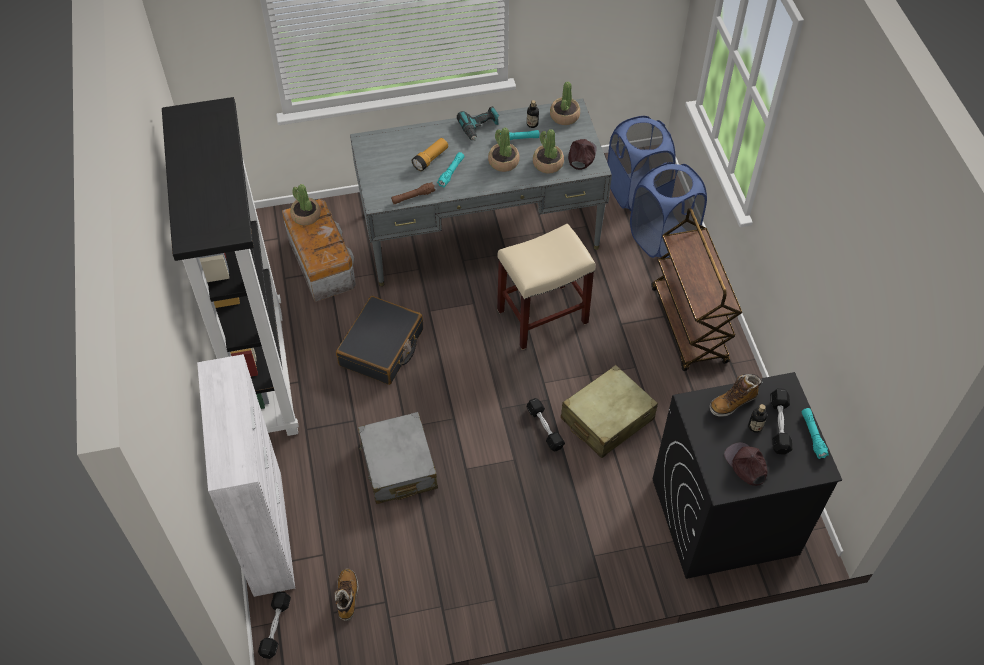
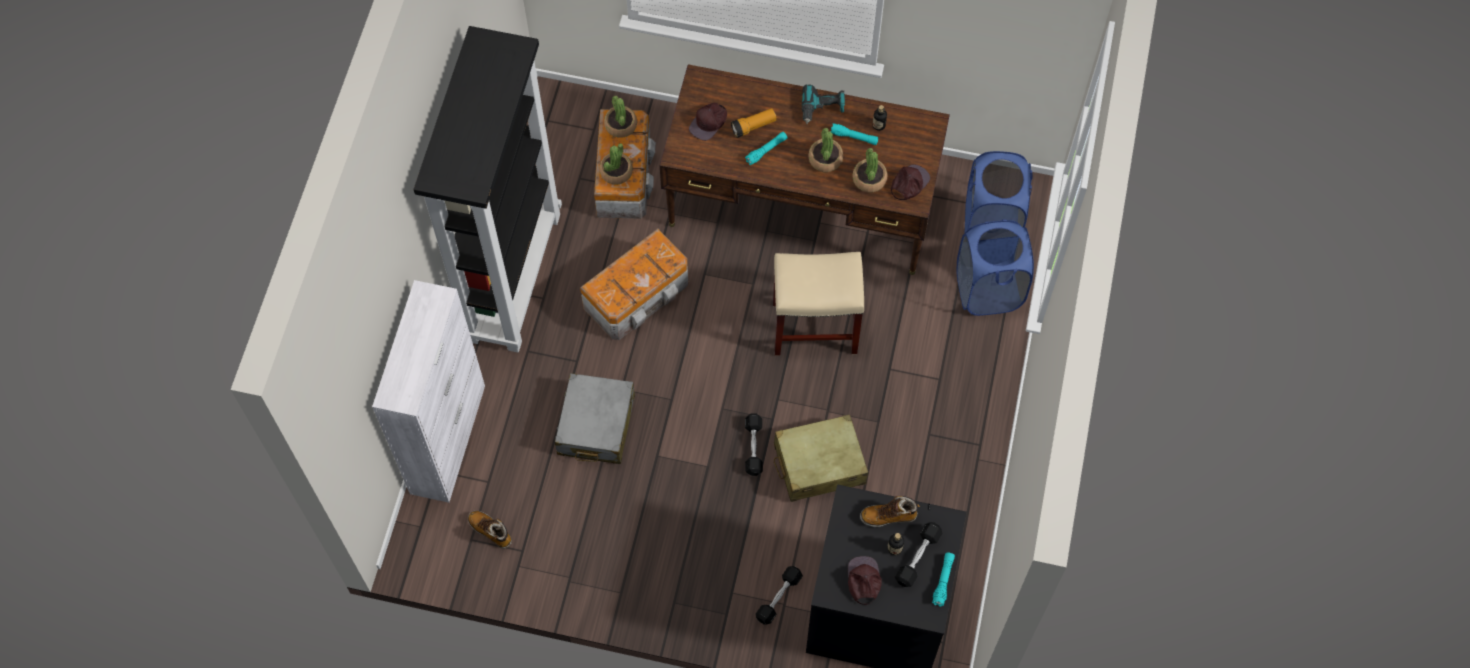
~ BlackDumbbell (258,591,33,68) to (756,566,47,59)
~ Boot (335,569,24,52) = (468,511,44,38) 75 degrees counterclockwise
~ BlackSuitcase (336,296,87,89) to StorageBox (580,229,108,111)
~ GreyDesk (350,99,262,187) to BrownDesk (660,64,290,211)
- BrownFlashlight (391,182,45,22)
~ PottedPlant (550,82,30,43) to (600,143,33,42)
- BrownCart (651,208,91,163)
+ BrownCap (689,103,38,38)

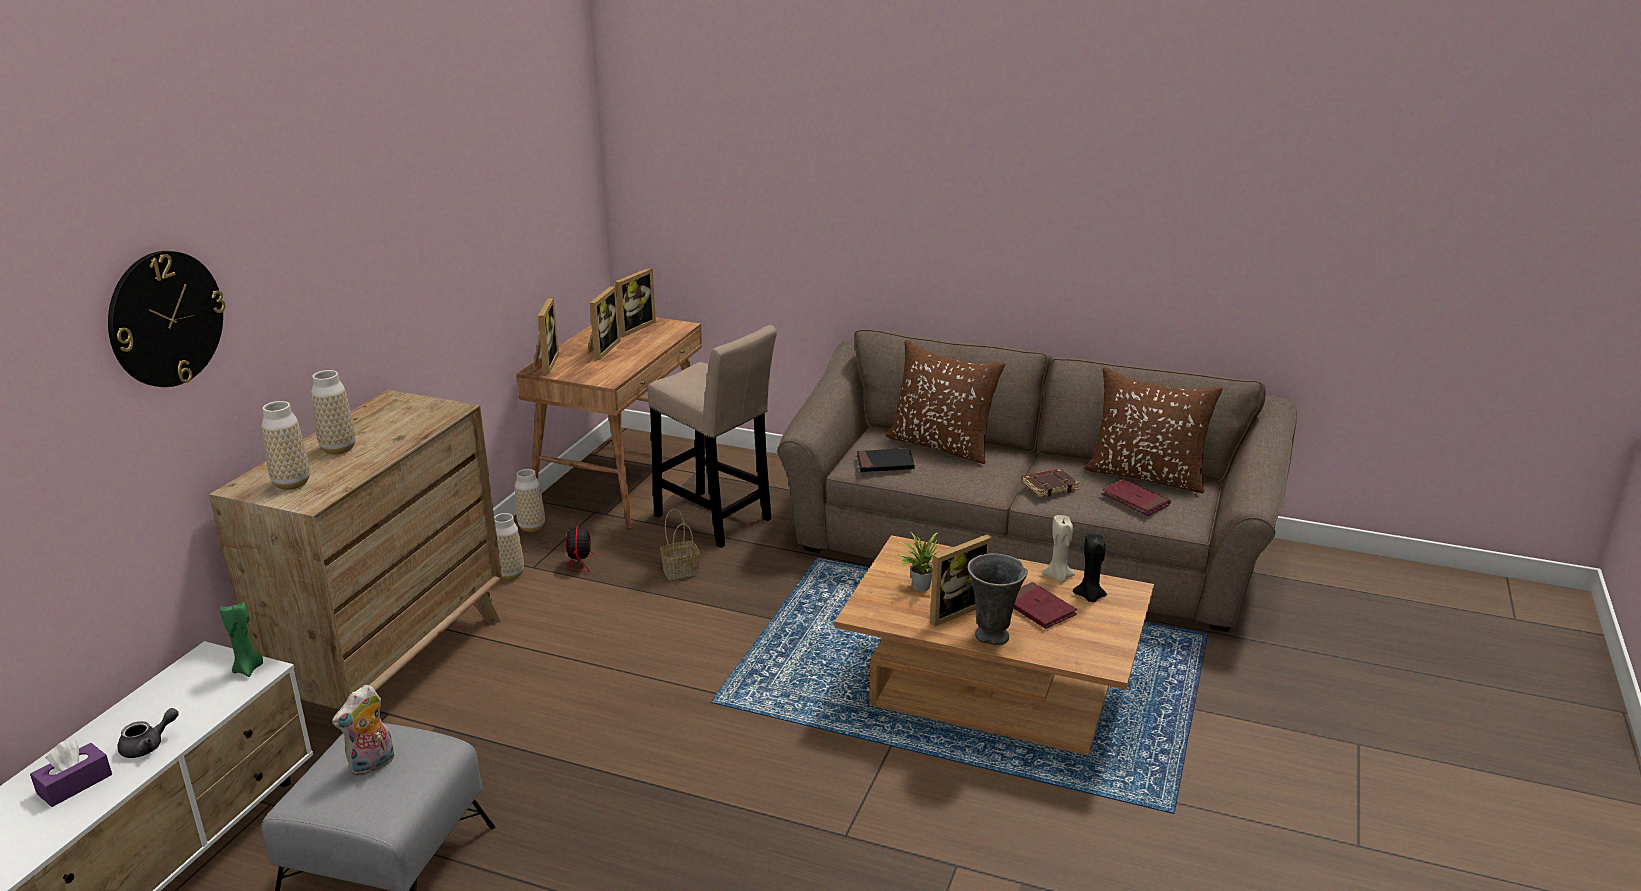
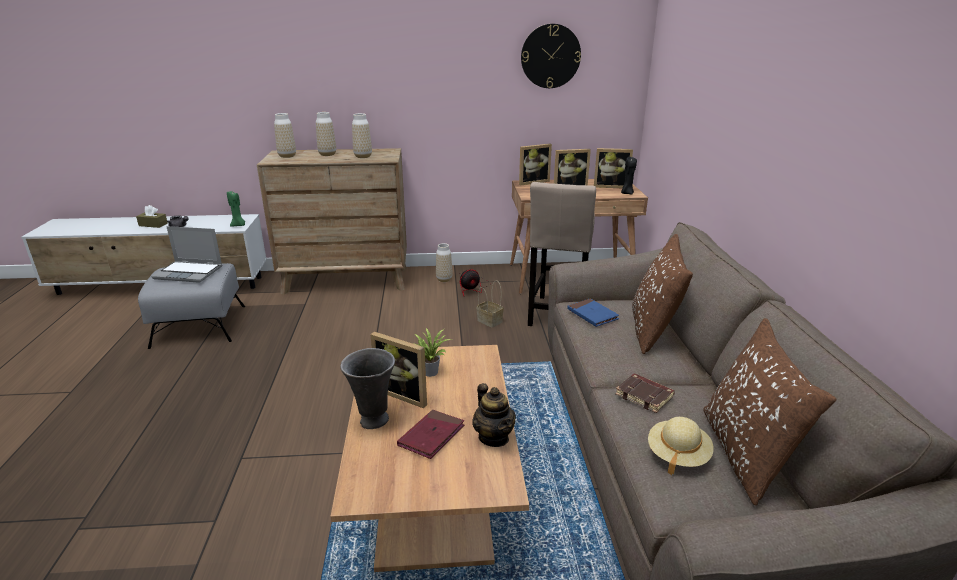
~ PurpleTissueBox (30,740,82,67) to BrownTissueBox (136,205,32,23)
~ WallClock (108,251,117,136) to (521,24,60,64)
~ PlushToy (332,685,62,91) to Laptop (151,226,71,57)
~ Vase (515,469,30,63) to (352,113,20,45)
~ BlackBook (857,448,58,24) to BlueBook (567,298,52,29)
~ BeigeCandle (1042,515,33,67) to Teapot (472,383,44,64)
~ BlackCandle (1073,533,34,69) to (621,157,16,38)
~ RedBook (1101,479,70,37) to BeigeHat (648,417,66,58)

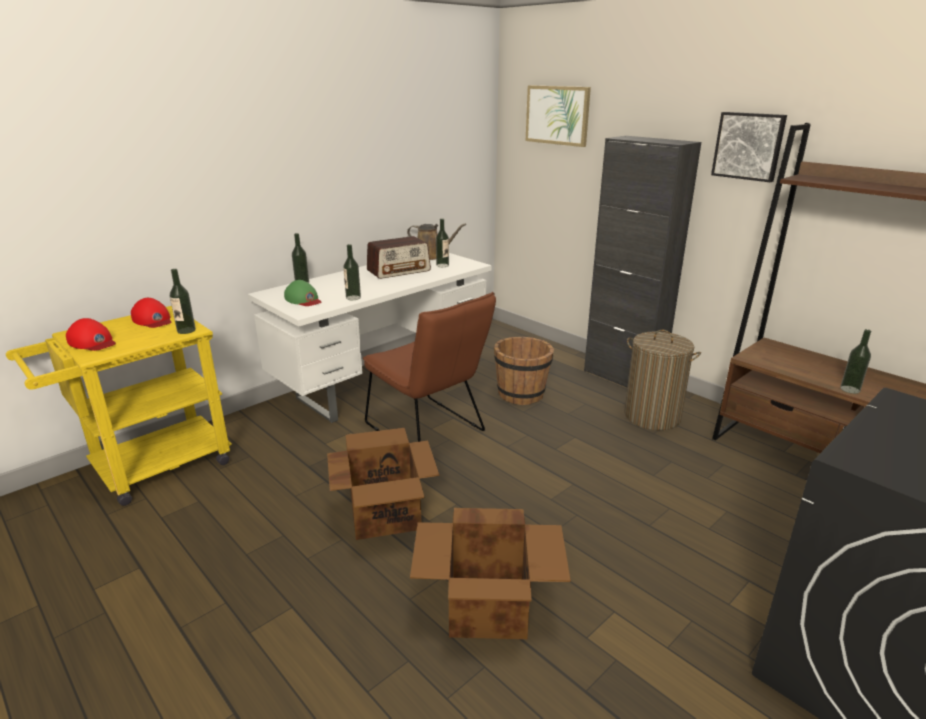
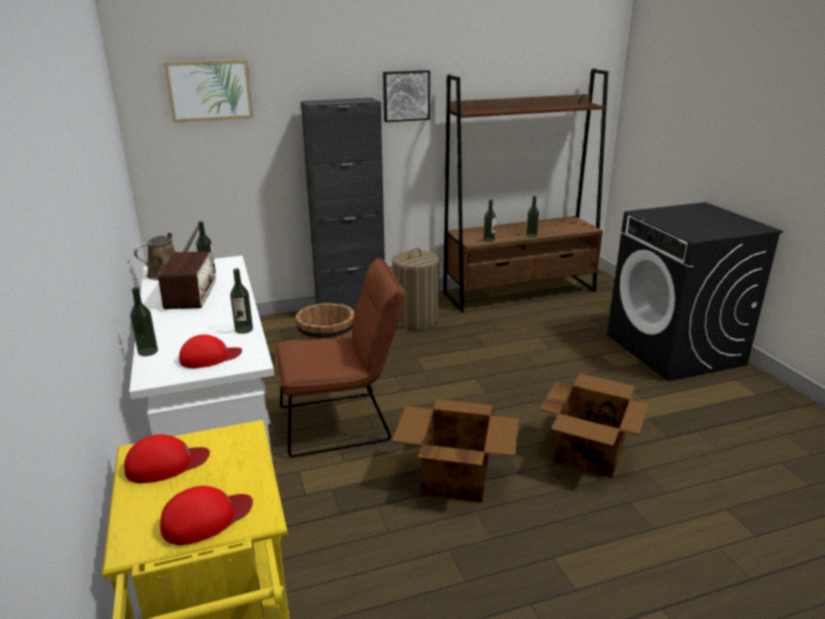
~ Bottle (170,269,26,65) to (483,199,13,43)
~ GreenCap (284,280,38,26) to RedCap (179,335,63,33)

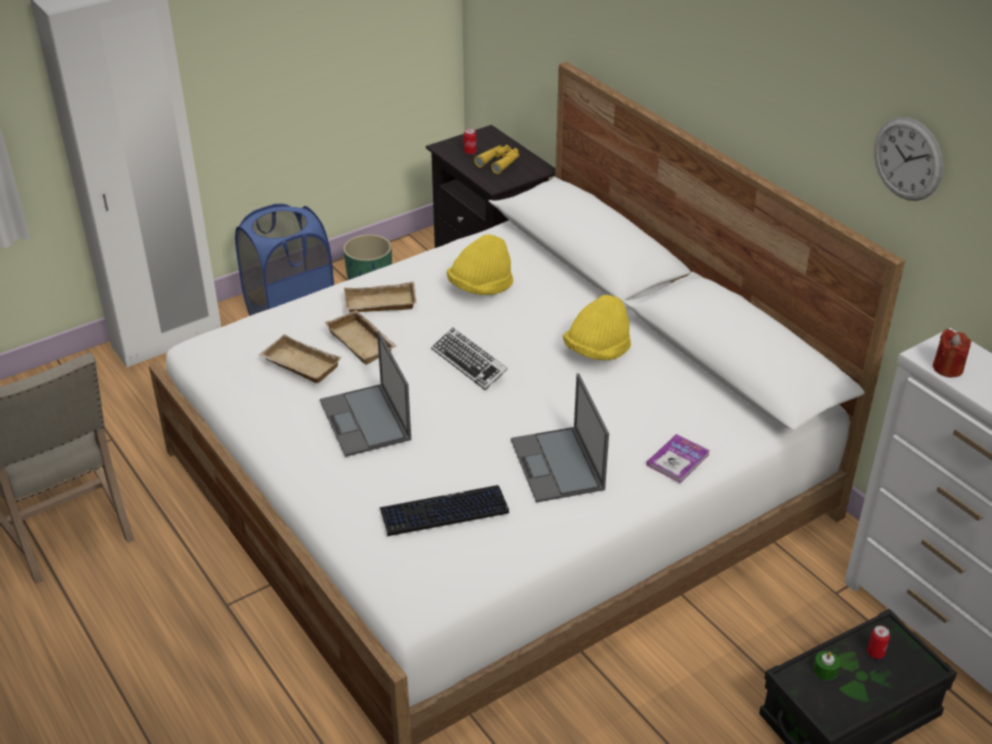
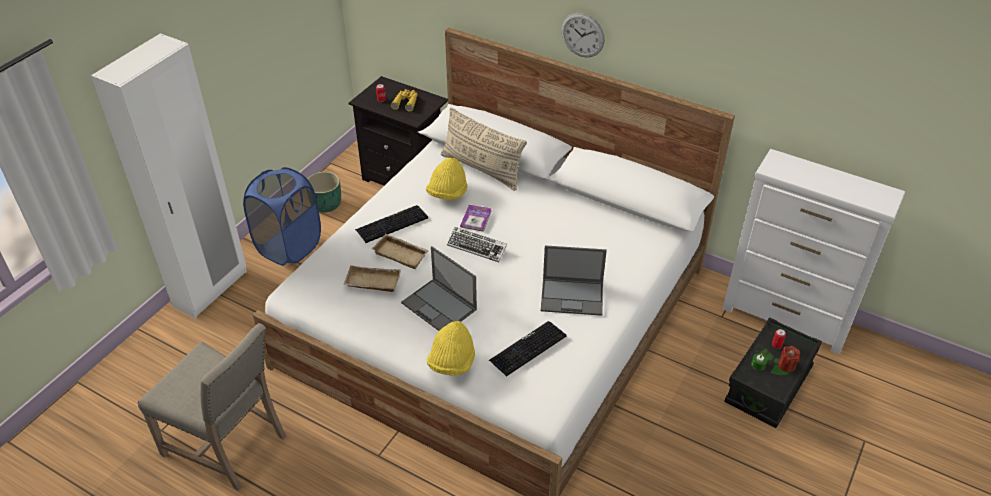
~ BeigeTray (344,281,72,31) to Keyboard (355,205,73,38)
~ Laptop (511,373,98,130) = (541,245,66,71) 45 degrees counterclockwise
~ YellowHat (563,295,68,65) to (427,321,48,55)
~ Book (646,434,64,49) to (460,205,32,27)
~ WallClock (874,117,69,84) to (561,13,44,45)
~ RedCandle (933,329,38,48) to (778,346,22,26)
+ BeigePillow (441,108,86,83)

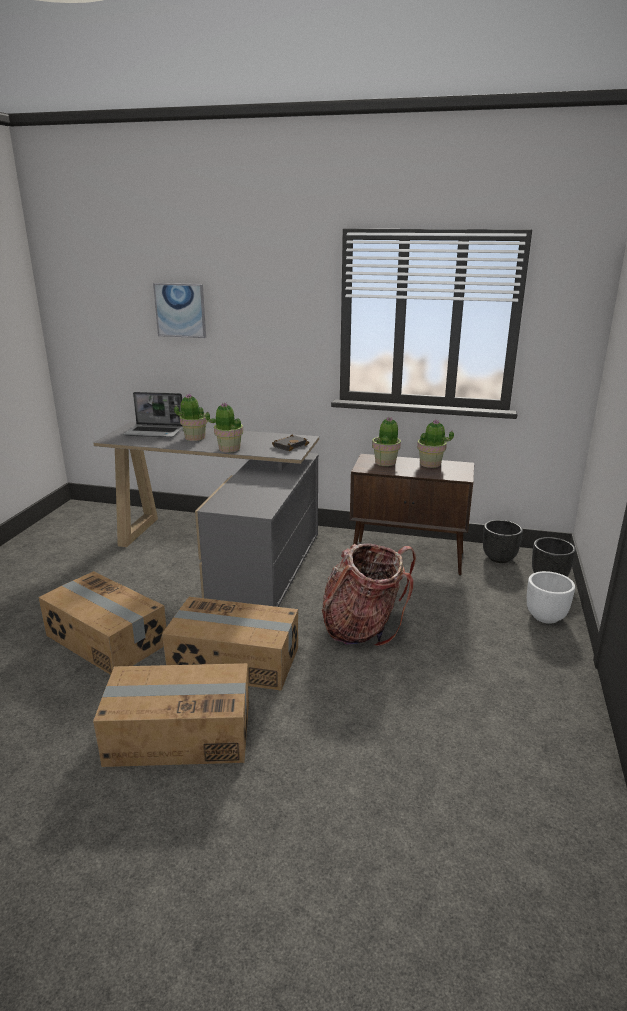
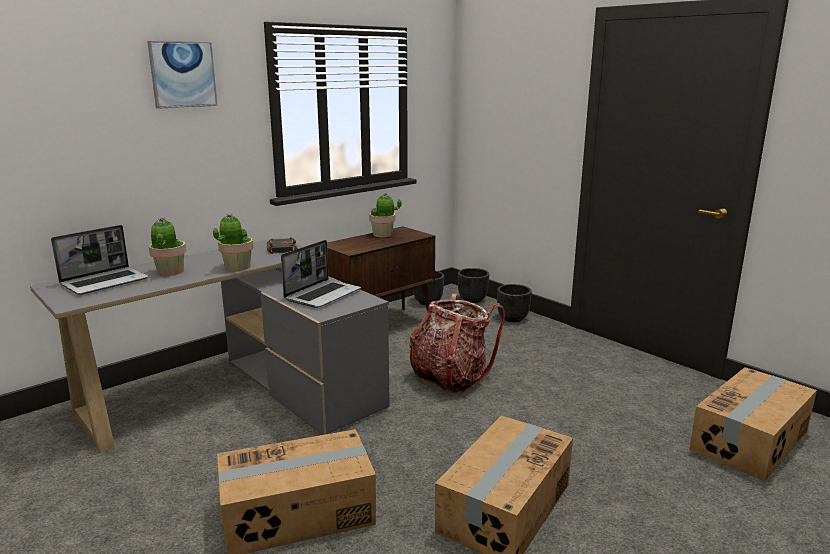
~ Picture (153,283,53,55) to (147,41,71,68)
~ CardboardBox (162,597,136,94) to (690,367,127,115)
- PottedPlant (372,417,29,49)
~ WhitePlanter (527,571,48,53) to BlackPlanter (497,284,35,38)
+ Laptop (281,240,80,68)

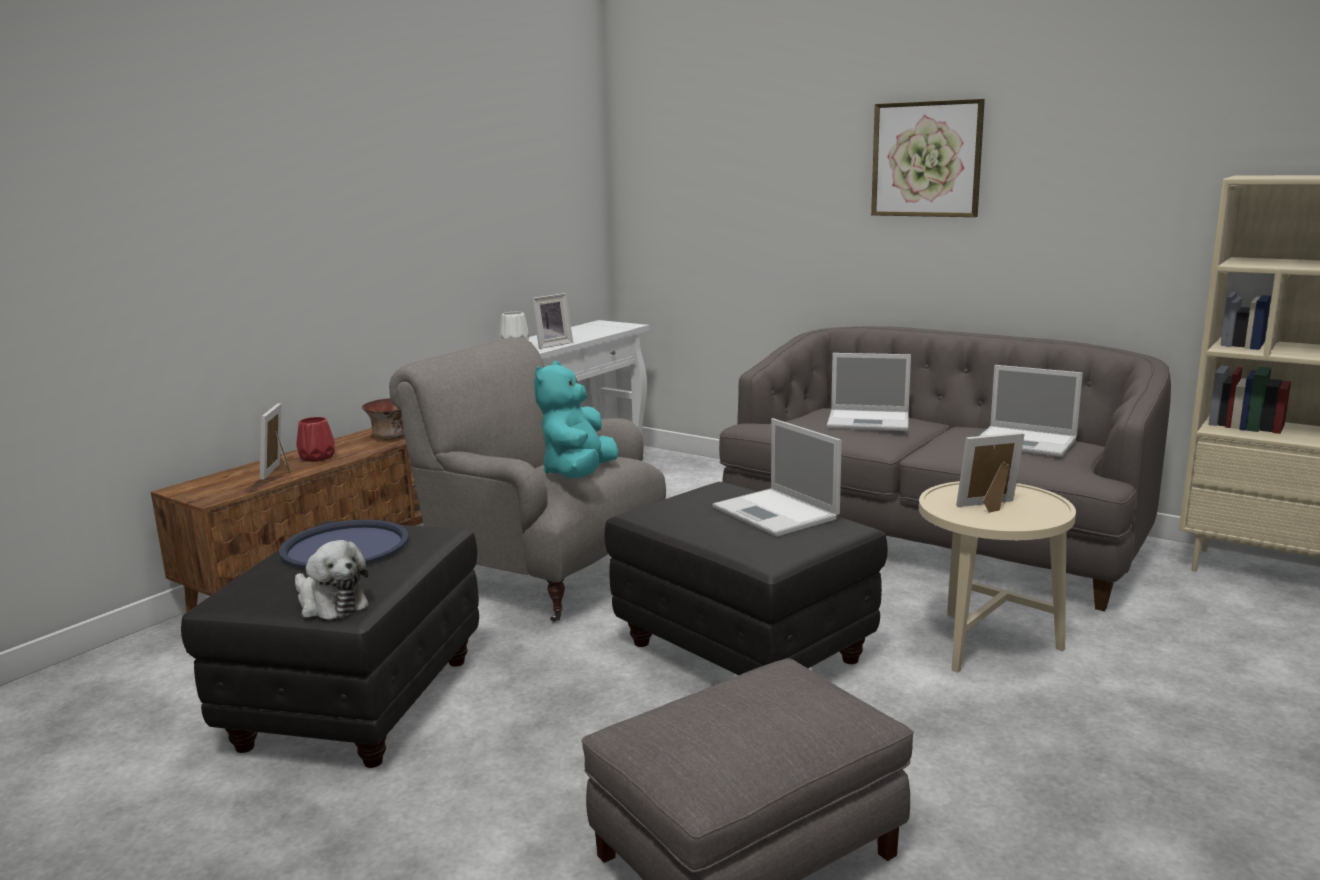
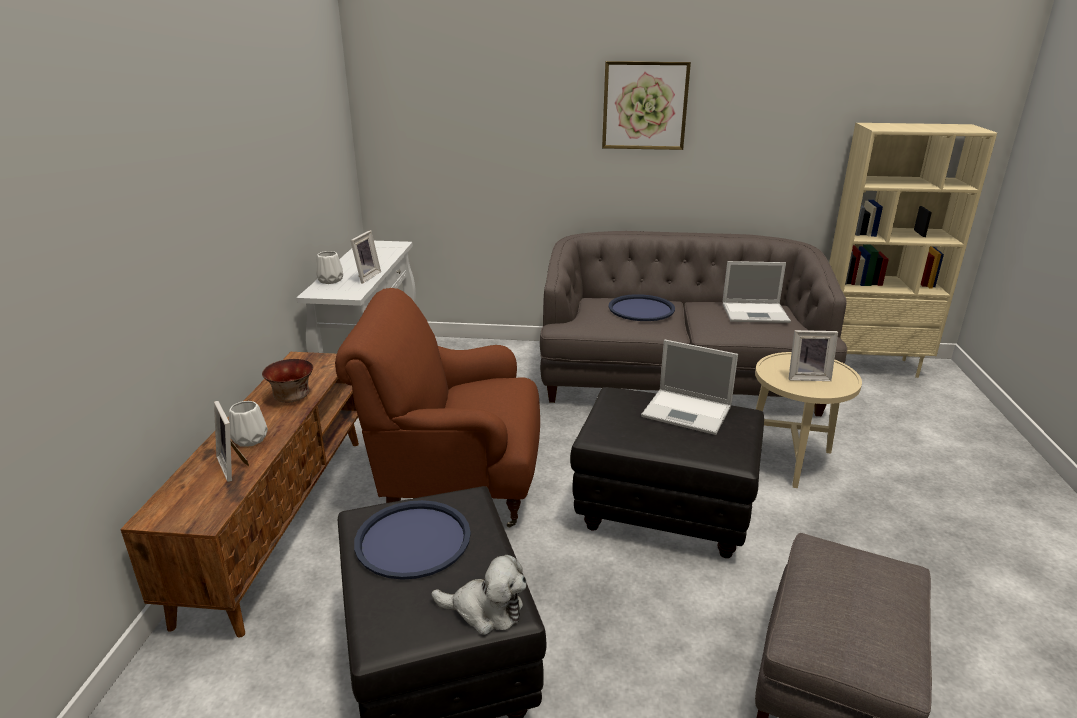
~ RedVase (296,417,39,45) to WhiteVase (229,401,39,46)
~ GreyArmchair (389,337,277,285) to BrownArmchair (335,288,205,240)
- TurquoisePlushToy (534,361,84,117)
~ Laptop (827,353,84,78) to BlueTray (608,294,67,27)
~ PictureFrame (956,432,69,81) = (788,330,50,51) 135 degrees counterclockwise

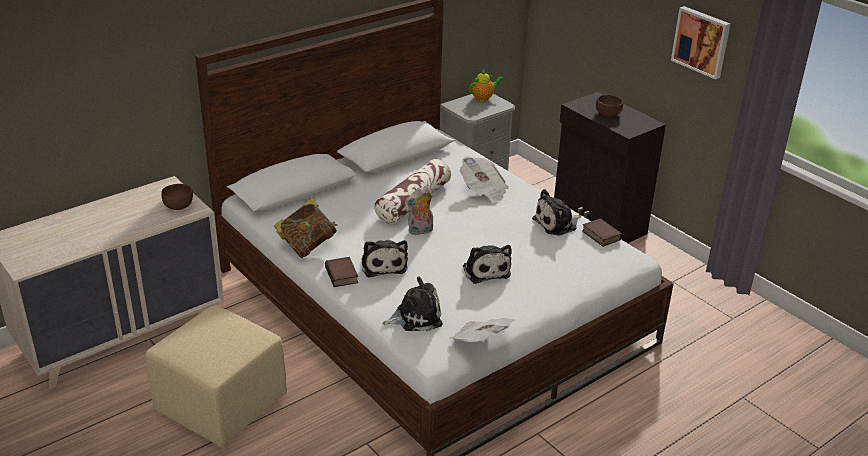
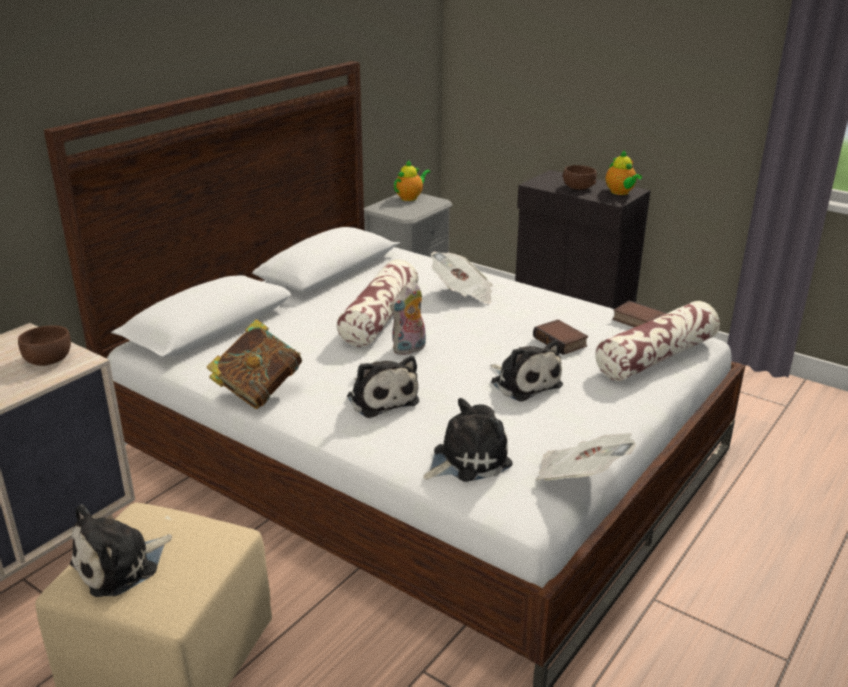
~ Book (325,257,33,30) to (533,320,55,35)
~ PlushToy (532,189,49,47) to (70,504,102,93)
- Picture (671,6,60,74)
+ Pillow (595,301,125,80)
+ Teapot (606,150,36,45)

